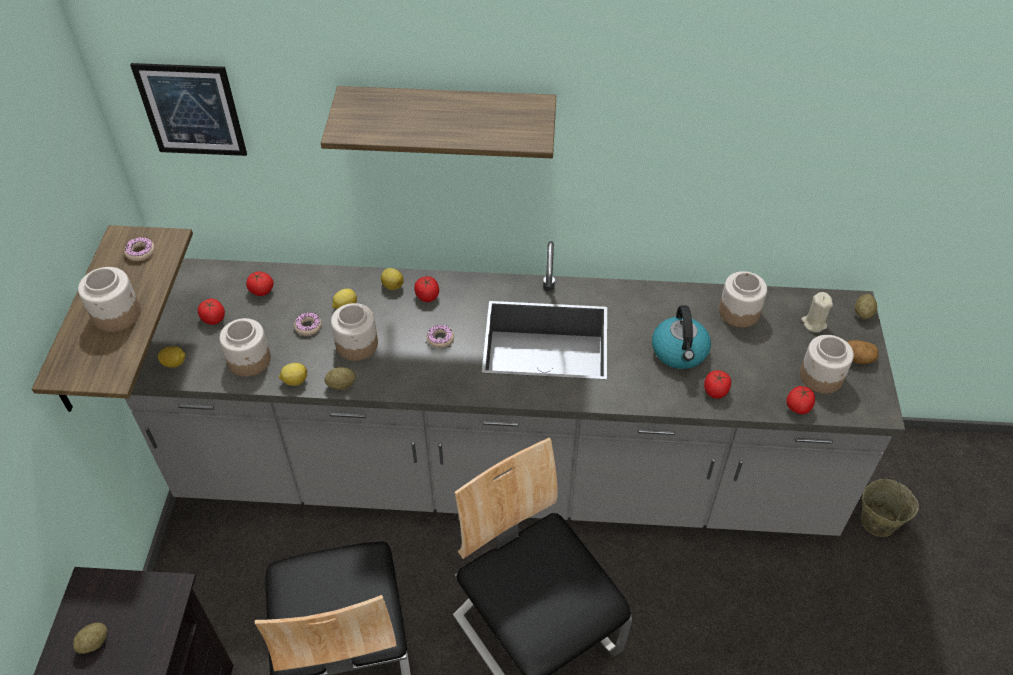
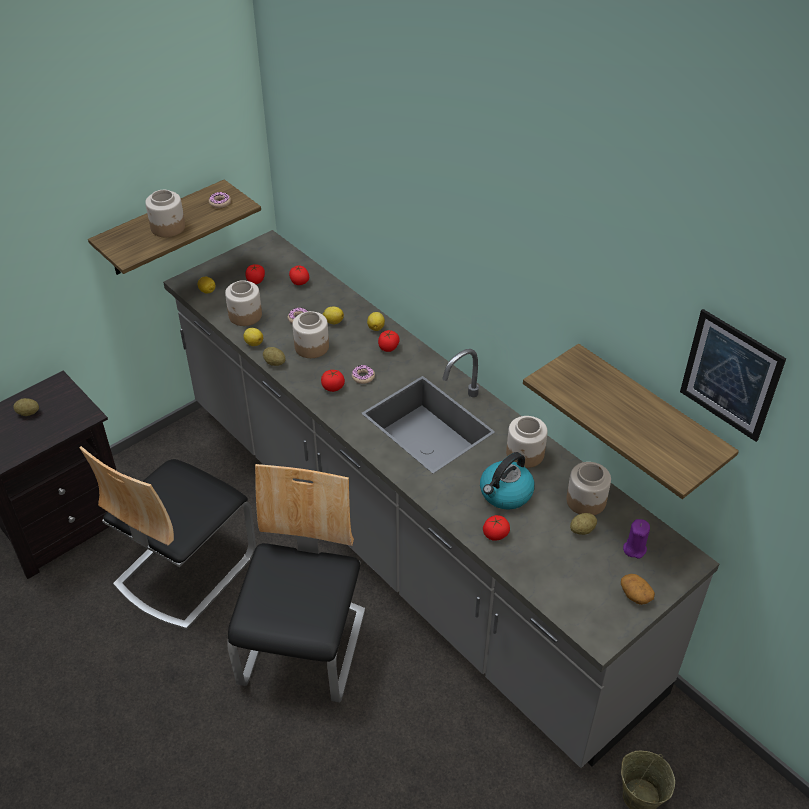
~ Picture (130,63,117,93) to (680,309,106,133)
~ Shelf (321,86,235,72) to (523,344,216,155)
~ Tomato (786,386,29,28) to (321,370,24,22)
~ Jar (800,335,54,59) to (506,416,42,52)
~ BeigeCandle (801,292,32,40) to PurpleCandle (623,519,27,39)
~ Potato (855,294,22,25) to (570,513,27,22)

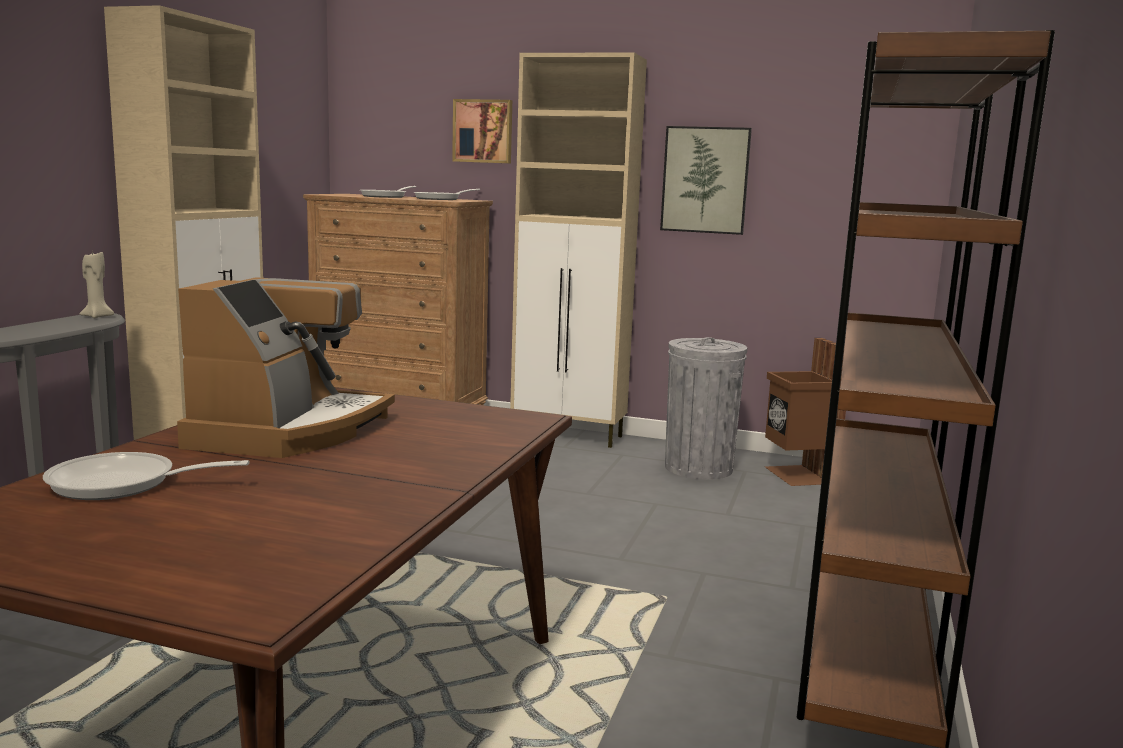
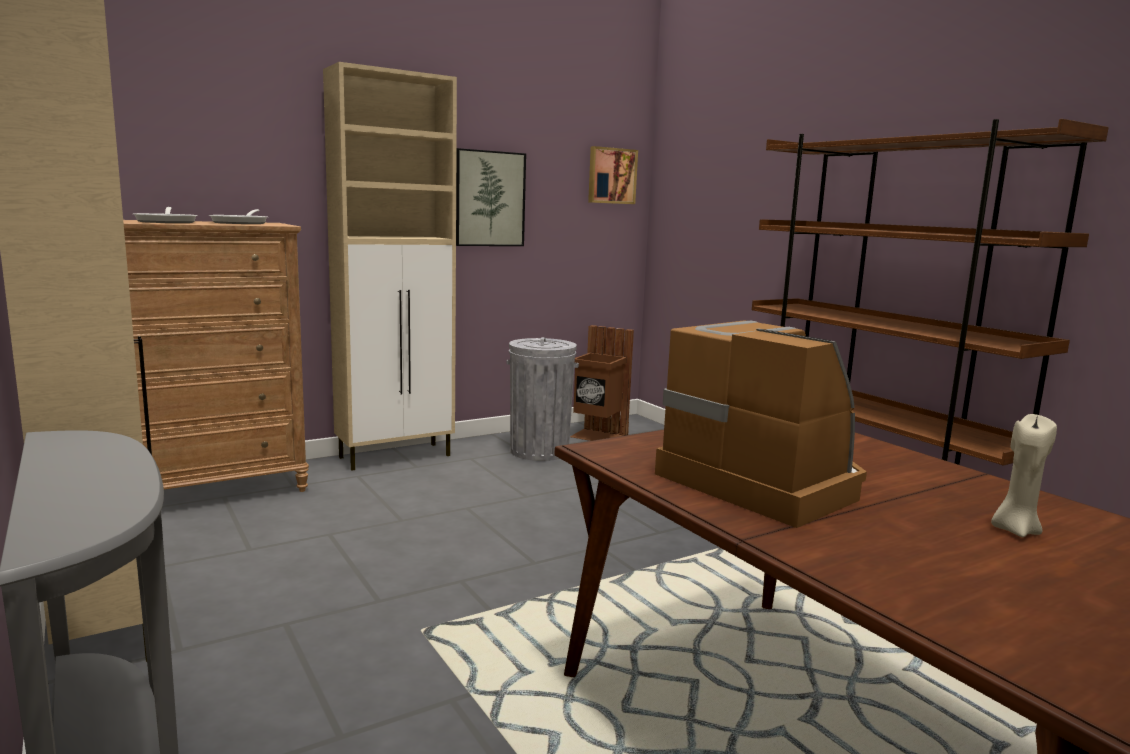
- FryingPan (43,452,207,48)
~ BeigeCandle (80,252,34,66) to (991,414,66,123)
~ Picture (452,99,60,65) to (588,146,50,58)

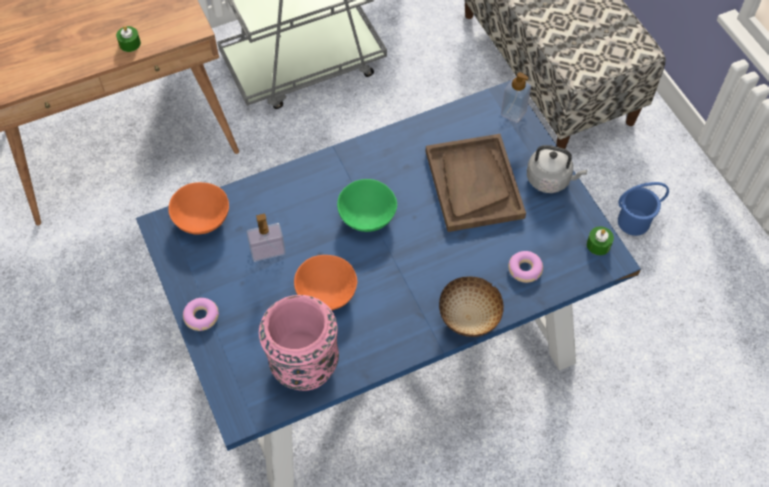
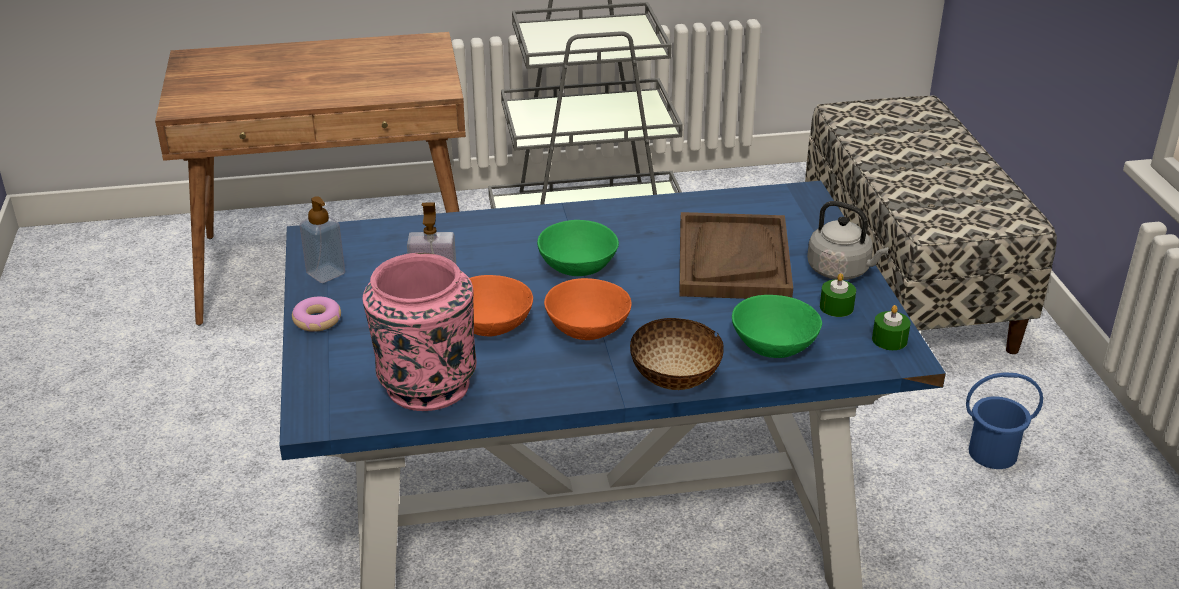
~ GreenCandle (116,26,25,26) to (820,273,36,44)
~ OrangeBowl (168,182,61,53) to (544,278,88,62)
~ SoapDispenser (501,72,30,51) to (300,196,45,87)
~ Donut (508,251,35,32) to GreenBowl (732,295,90,63)

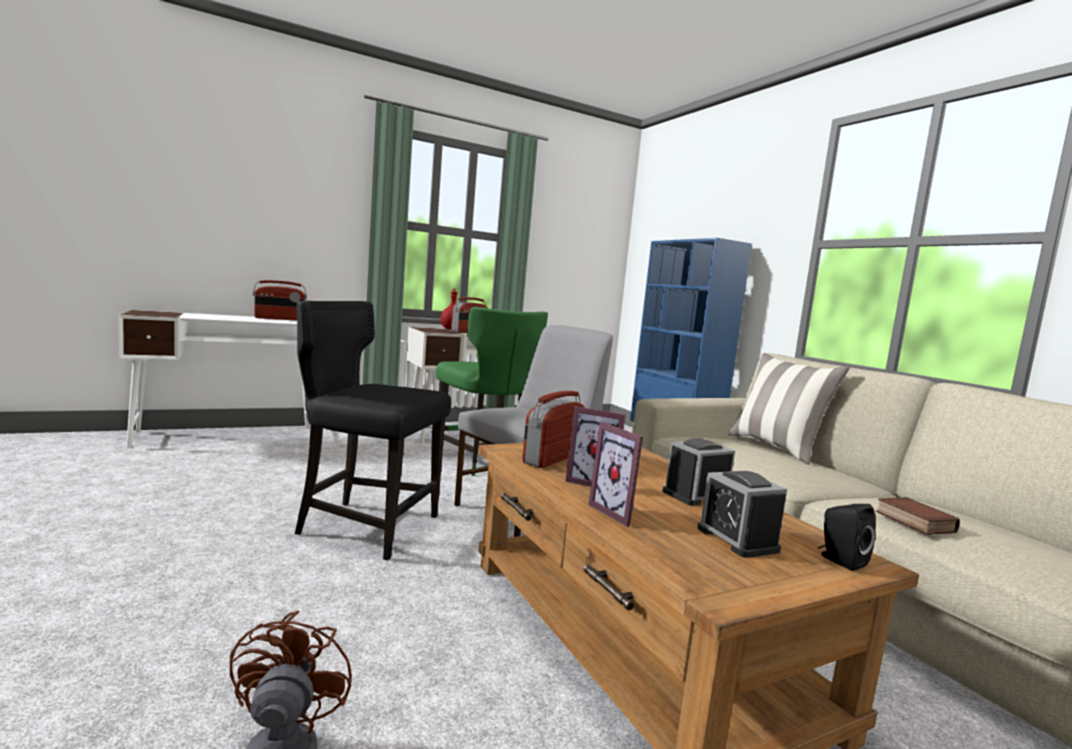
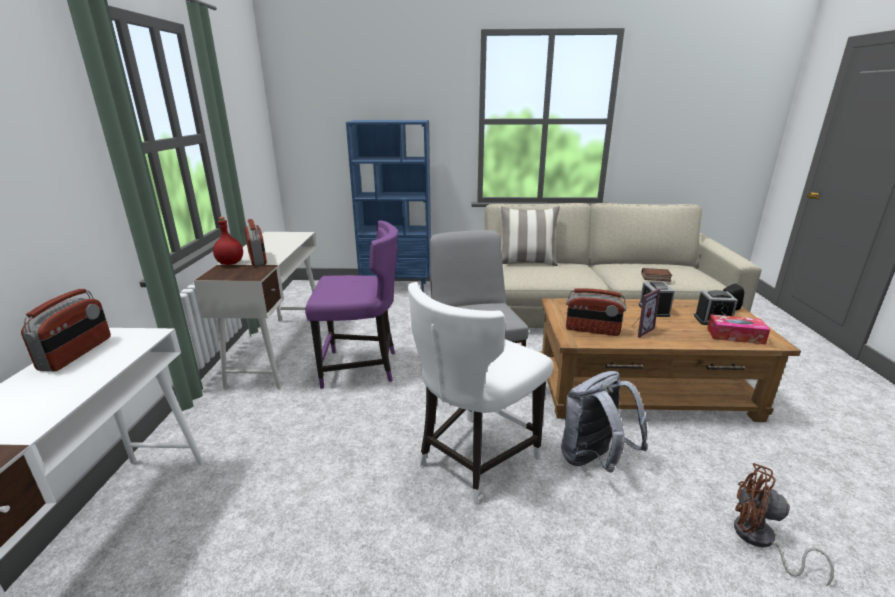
~ BlackChair (295,301,156,259) to WhiteChair (408,282,145,222)
~ GreenChair (436,307,112,169) to PurpleChair (305,221,93,168)
~ Radio (522,391,63,77) = (566,288,60,48) 45 degrees counterclockwise
- PictureFrame (589,422,54,105)
+ GreyBackpack (561,371,87,102)
+ TissueBox (707,314,63,30)

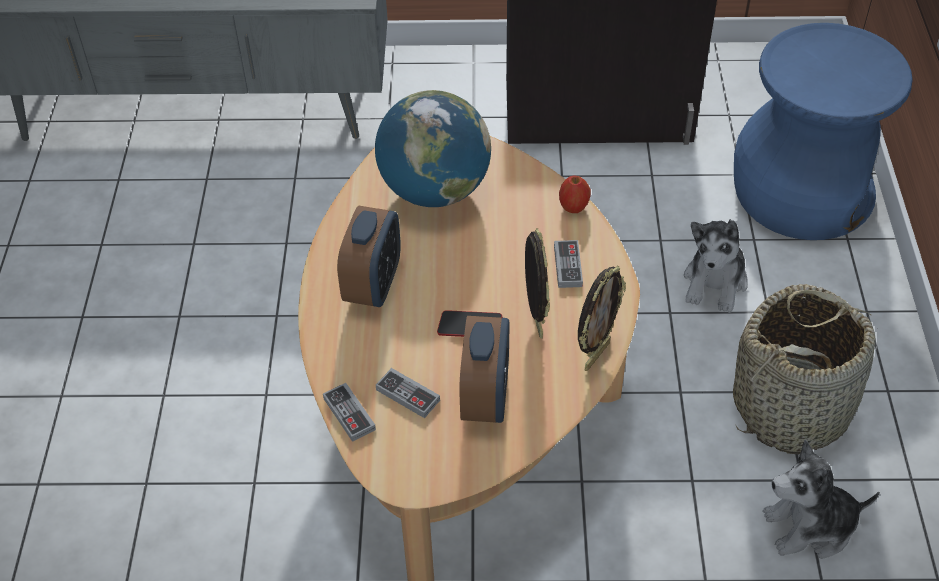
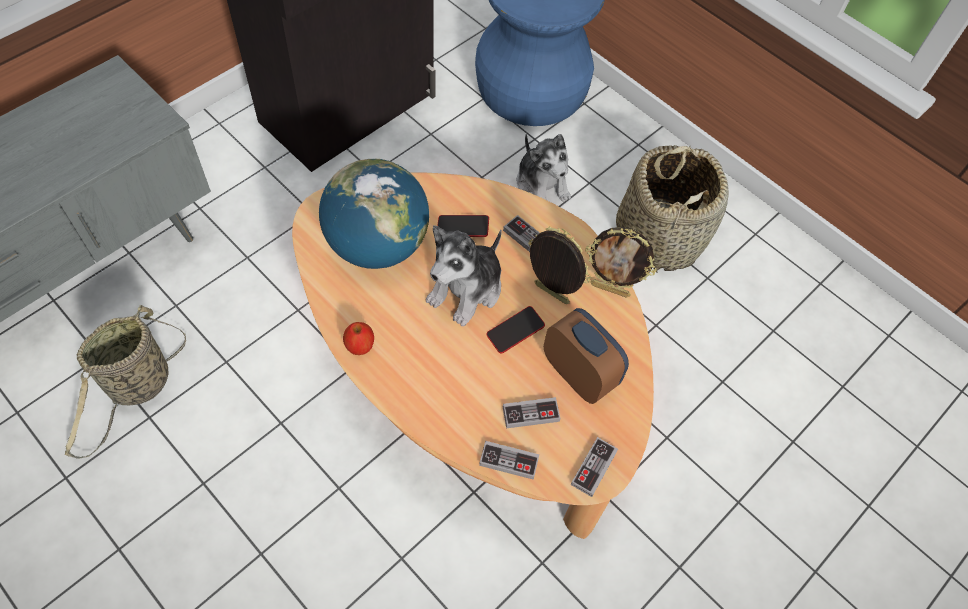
- AlarmClock (337,206,64,101)
~ Apple (559,176,32,37) to (343,322,31,33)
~ PictureFrame (578,266,48,105) = (585,227,72,71) 120 degrees clockwise
~ PlushToy (763,440,117,119) to (426,225,76,101)
+ Basket (65,305,121,154)
+ Phone (437,215,52,22)
+ GameController (571,437,47,60)

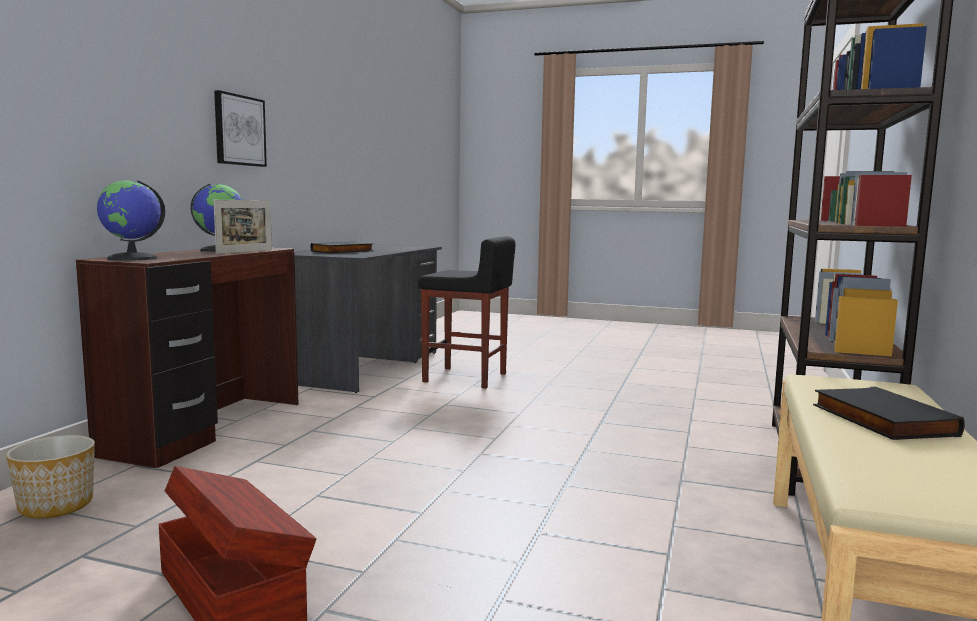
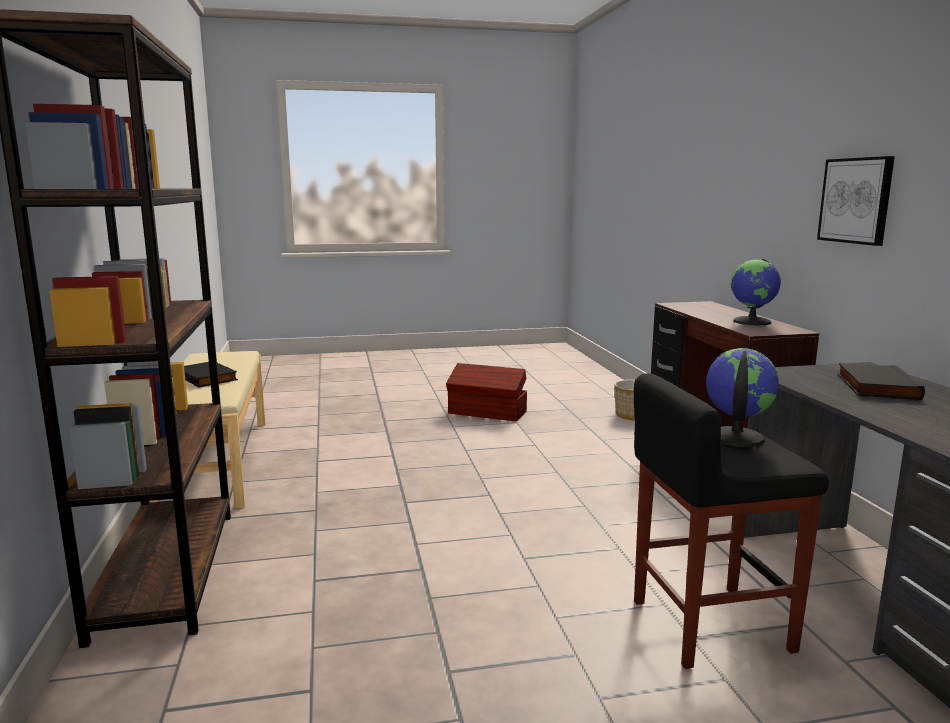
~ Globe (97,180,69,81) to (705,348,74,99)
- PictureFrame (214,200,58,54)

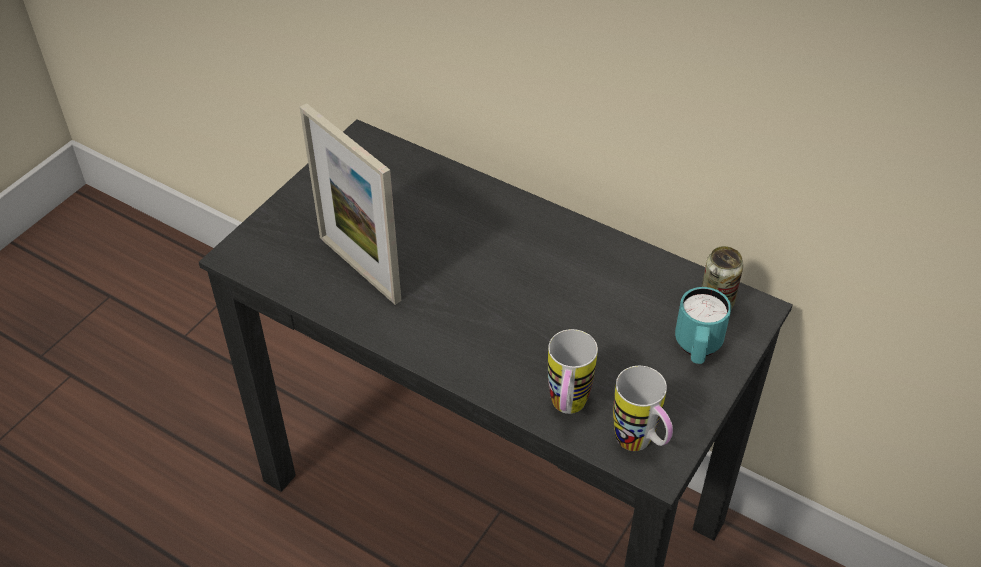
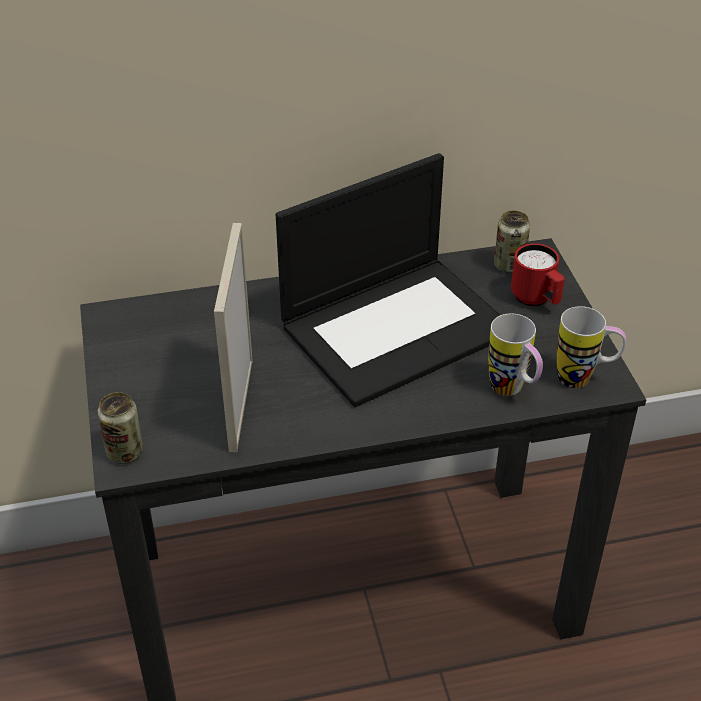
~ PictureFrame (300,103,101,202) = (214,223,39,229) 90 degrees clockwise
~ TurquoiseMug (675,287,56,77) to RedMug (511,243,54,63)
+ Can (98,392,45,72)
+ Laptop (276,153,224,254)

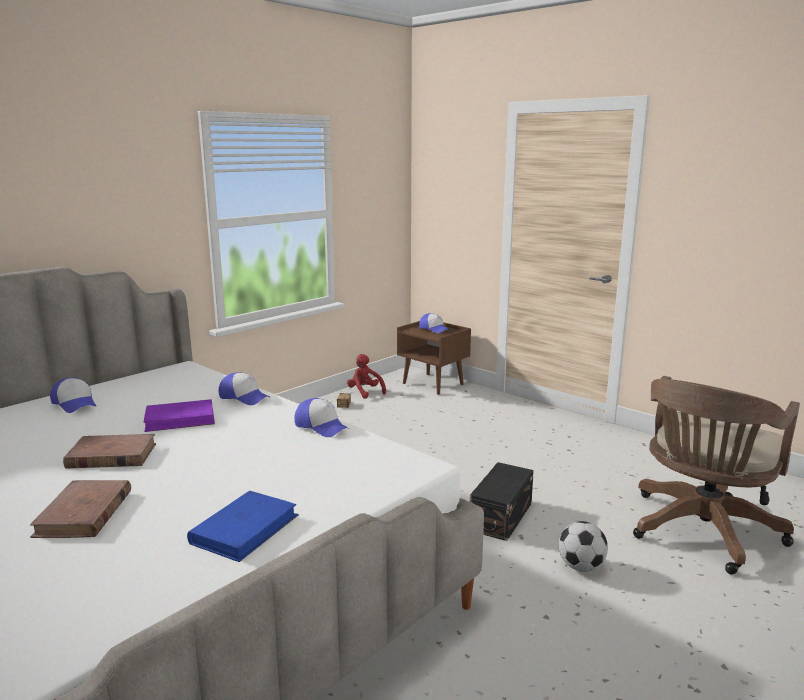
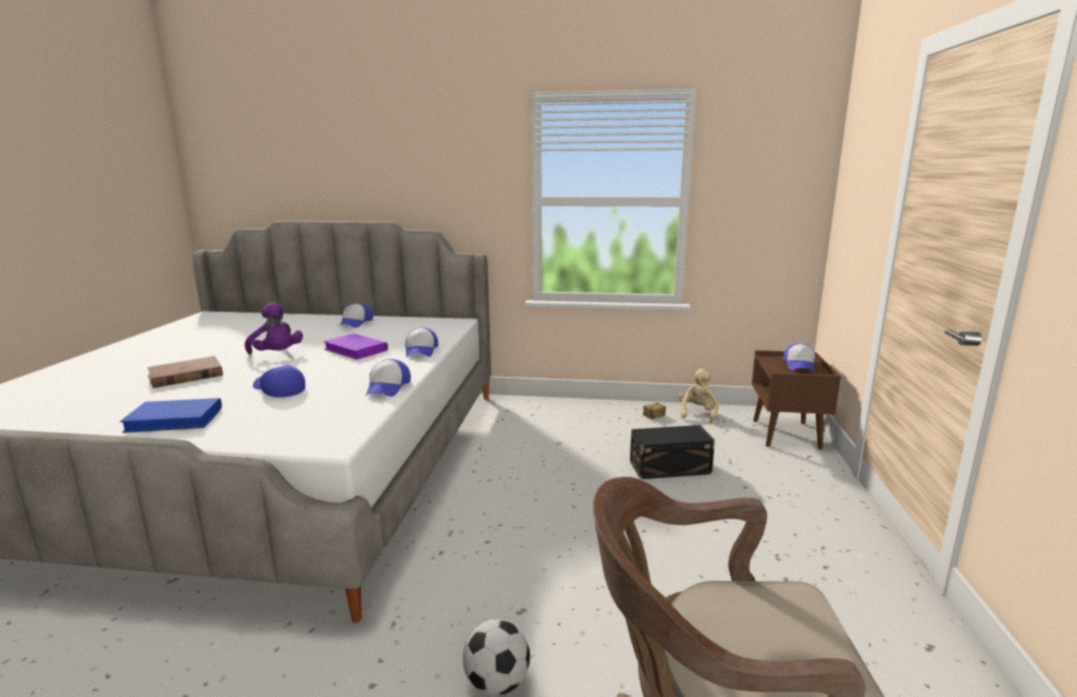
~ BrownBook (63,434,93,35) to PurplePlushToy (245,302,58,52)
~ RedPlushToy (347,354,39,45) to BeigePlushToy (679,369,40,54)
~ BlackStorageBox (470,462,64,79) to (630,425,85,54)
+ Cap (253,363,52,34)

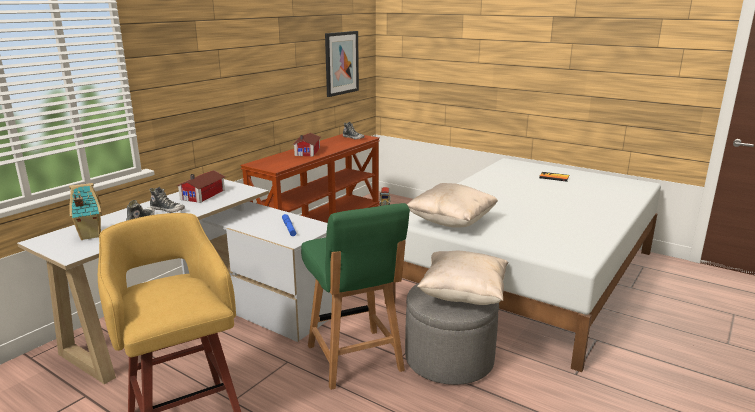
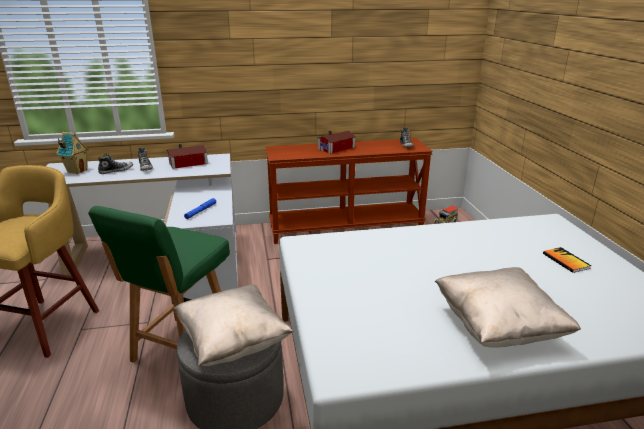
- Picture (325,31,34,66)
~ BeigePillow (407,183,91,45) to (435,267,146,80)

